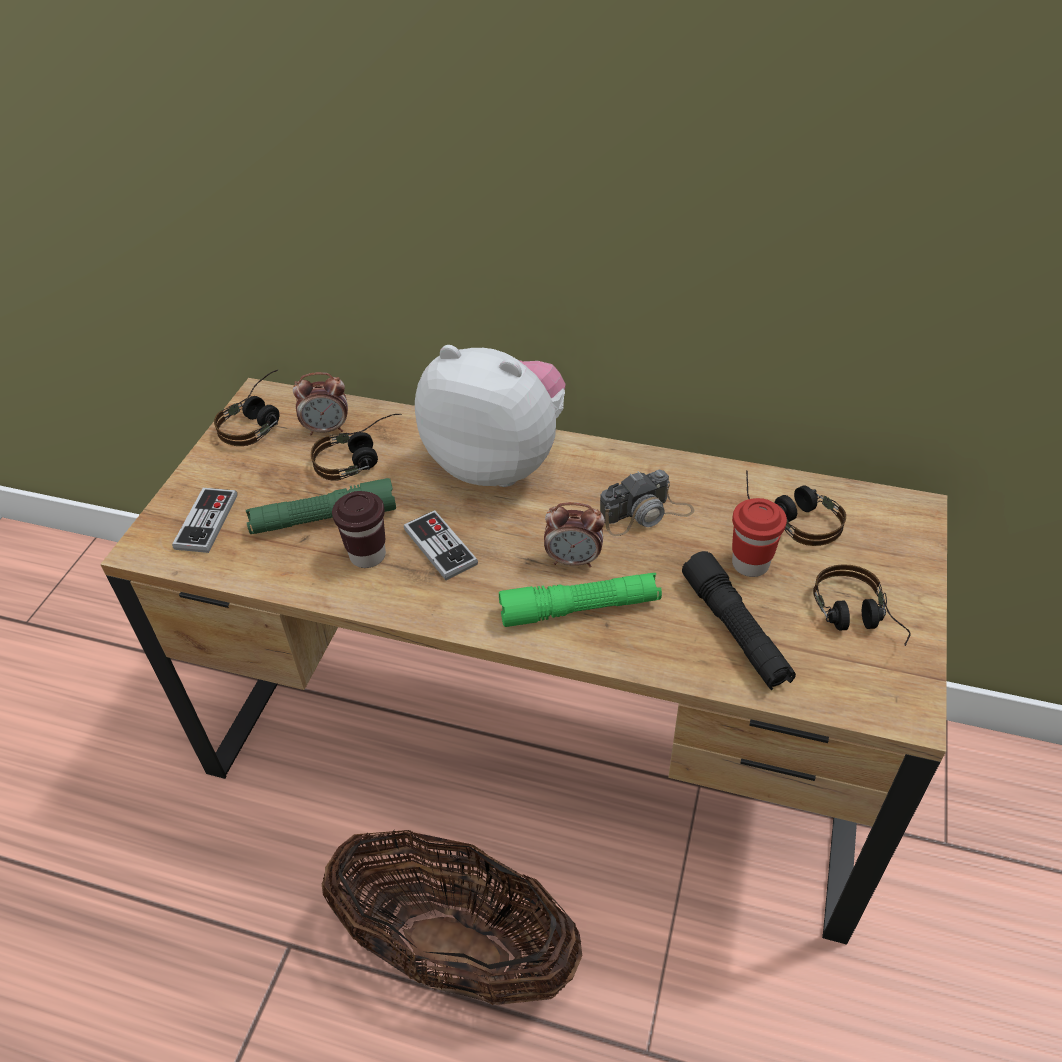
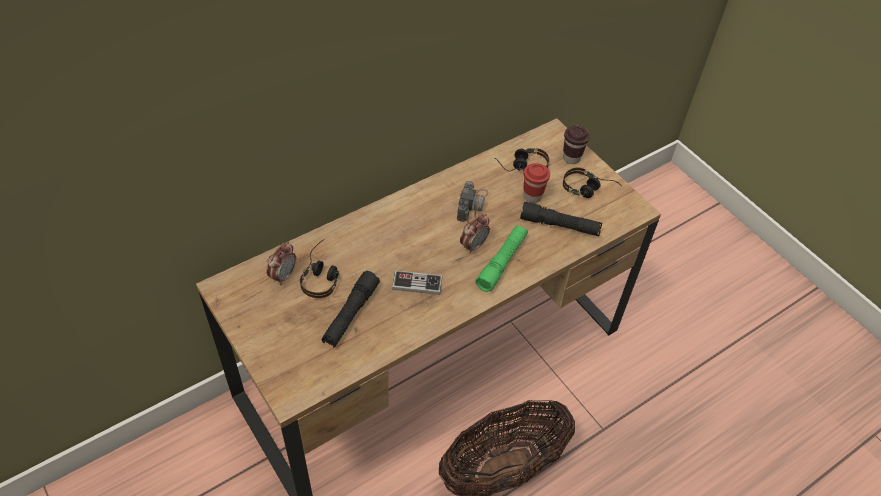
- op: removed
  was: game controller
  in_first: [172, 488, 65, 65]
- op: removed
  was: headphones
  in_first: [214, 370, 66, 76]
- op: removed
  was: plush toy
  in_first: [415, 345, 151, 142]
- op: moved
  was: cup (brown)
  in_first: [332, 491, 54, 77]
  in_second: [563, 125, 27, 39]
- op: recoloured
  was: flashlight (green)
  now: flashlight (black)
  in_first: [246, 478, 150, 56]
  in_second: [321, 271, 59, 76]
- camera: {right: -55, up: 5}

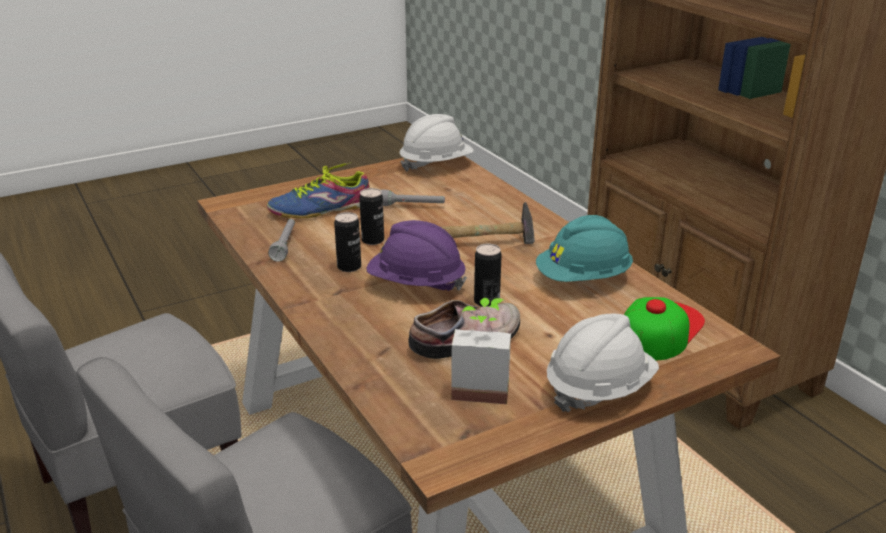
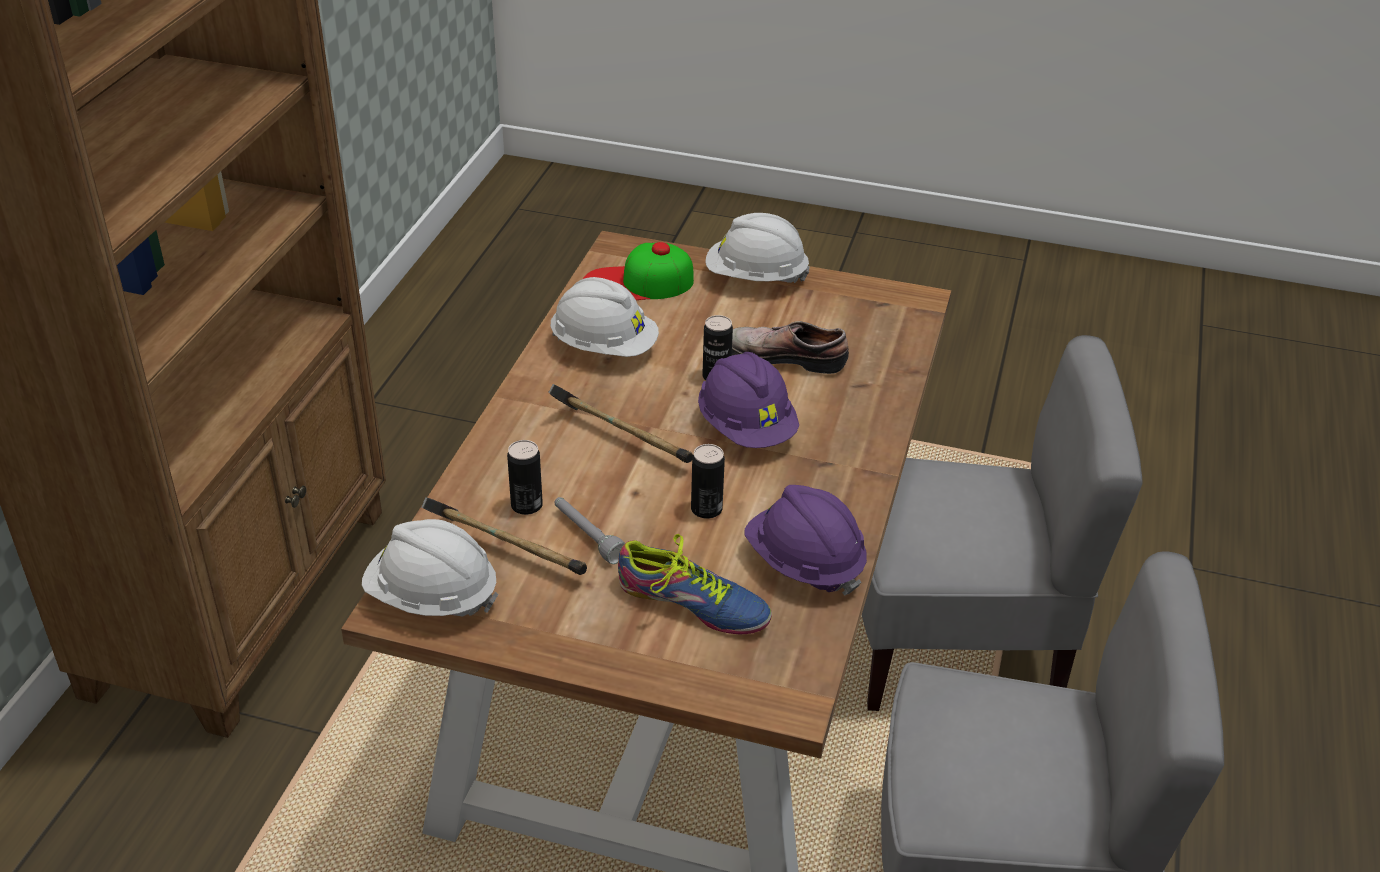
- op: removed
  was: potted plant
  in_first: [451, 298, 60, 106]
- op: added
  now: hammer
  in_second: [421, 497, 166, 78]
- op: moved
  was: can
  in_first: [334, 212, 27, 60]
  in_second: [507, 440, 36, 75]
- op: replaced
  was: flashlight (grey)
  now: hard hat (purple)
  in_first: [268, 219, 27, 43]
  in_second: [744, 485, 123, 111]
- op: recoloured
  was: hard hat (turquoise)
  now: hard hat (white)
  in_first: [536, 215, 97, 67]
  in_second: [550, 277, 109, 80]
- camera: {right: -135, up: 10}

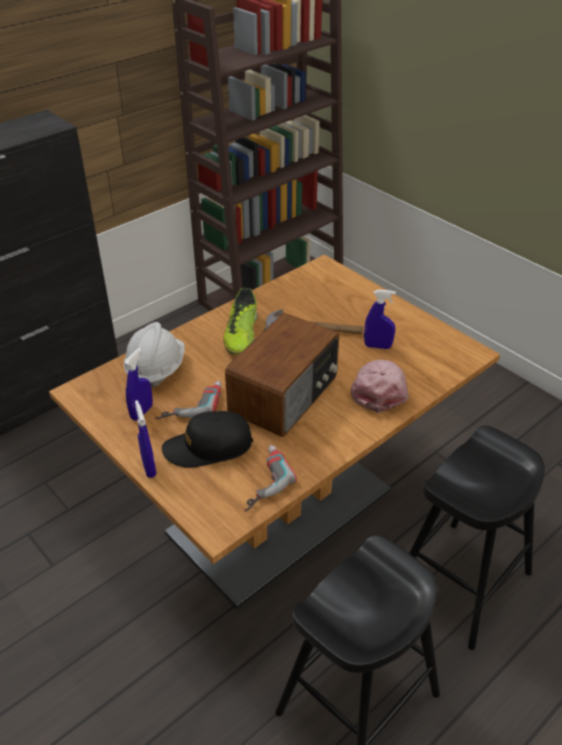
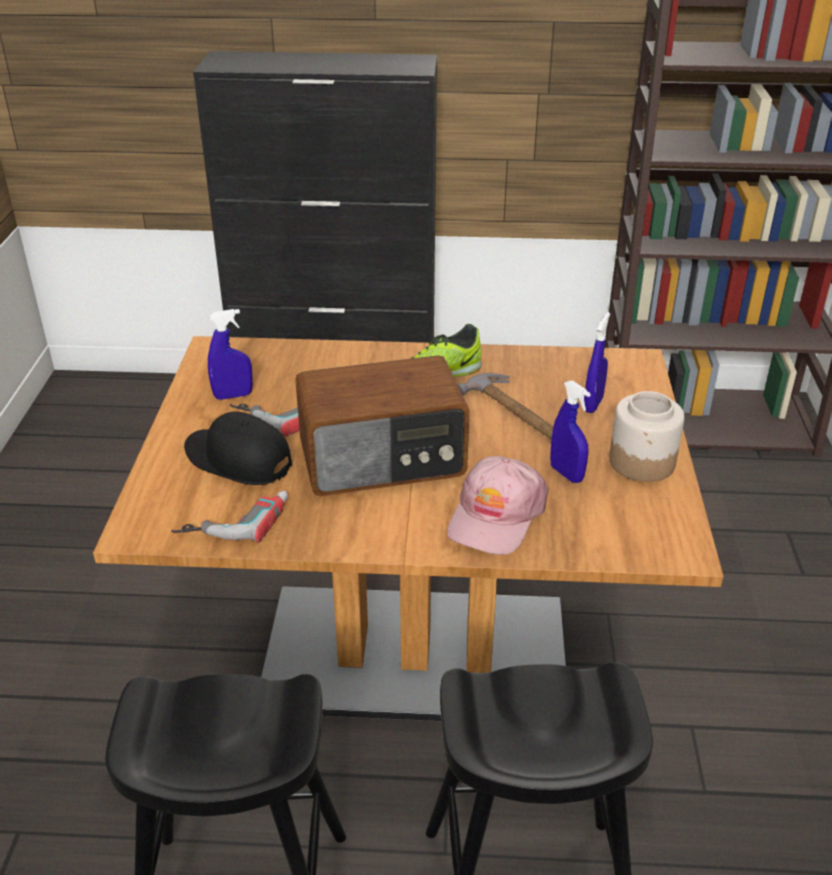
- op: removed
  was: hard hat (white)
  in_first: [124, 322, 60, 68]
- op: added
  now: jar
  in_second: [609, 391, 76, 91]
- op: moved
  was: spray bottle (blue)
  in_first: [135, 400, 22, 78]
  in_second: [584, 312, 26, 101]
- op: turned
  was: cap (pink)
  in_first: [351, 359, 58, 54]
  in_second: [447, 456, 102, 99]
  clockwise: 150
- camera: {right: 45, up: -5}

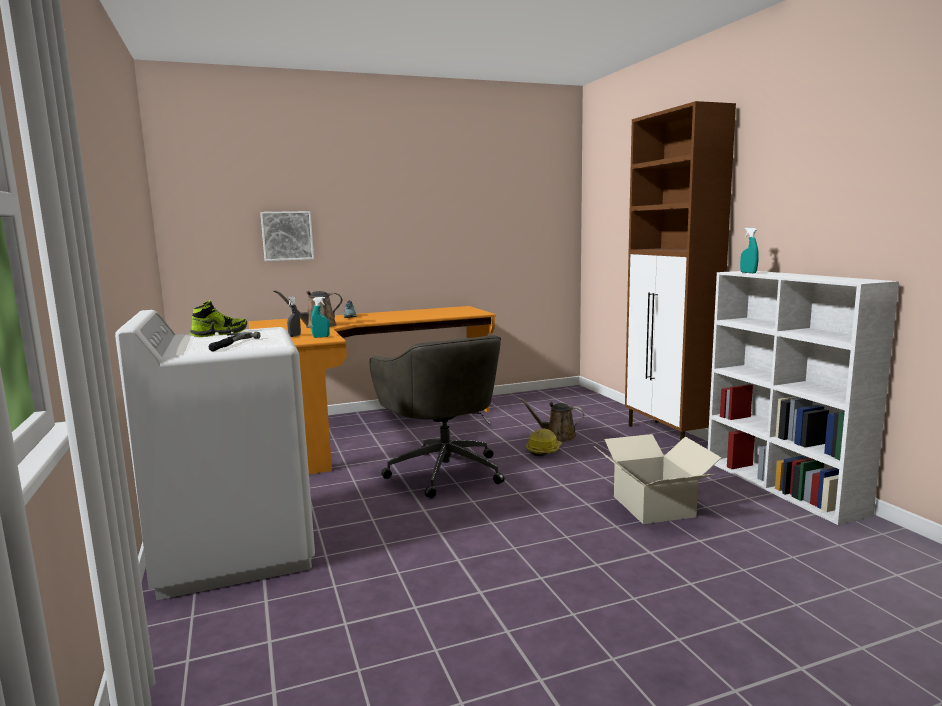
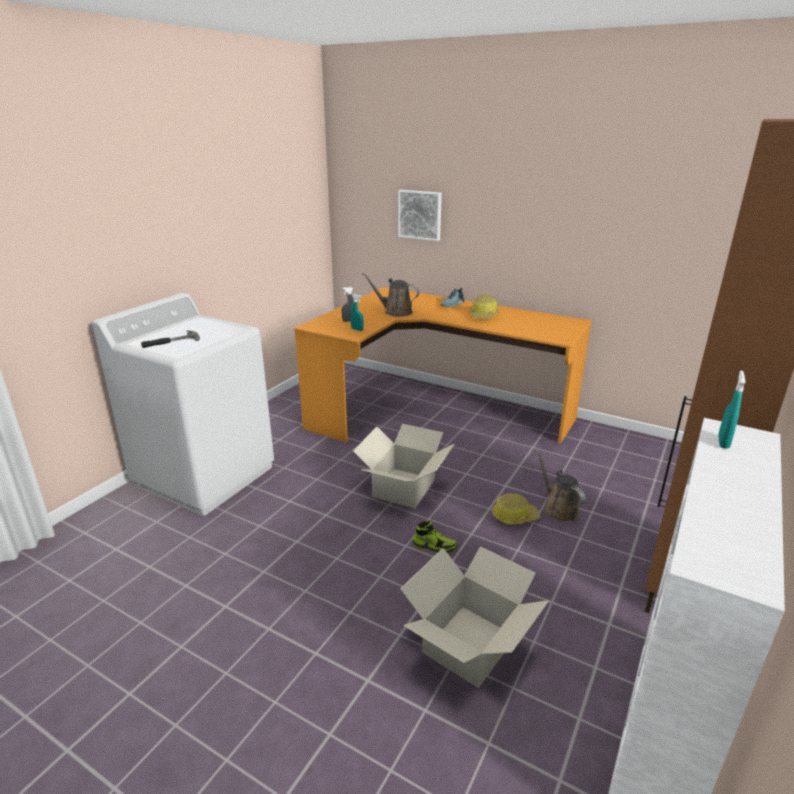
- op: added
  now: hard hat
  in_second: [470, 294, 29, 25]
- op: moved
  was: shoe
  in_first: [190, 300, 57, 37]
  in_second: [413, 520, 45, 33]
- op: replaced
  was: office chair (grey)
  now: cardboard box
  in_first: [369, 335, 136, 163]
  in_second: [353, 424, 102, 84]
- camera: {right: 50, up: 15}

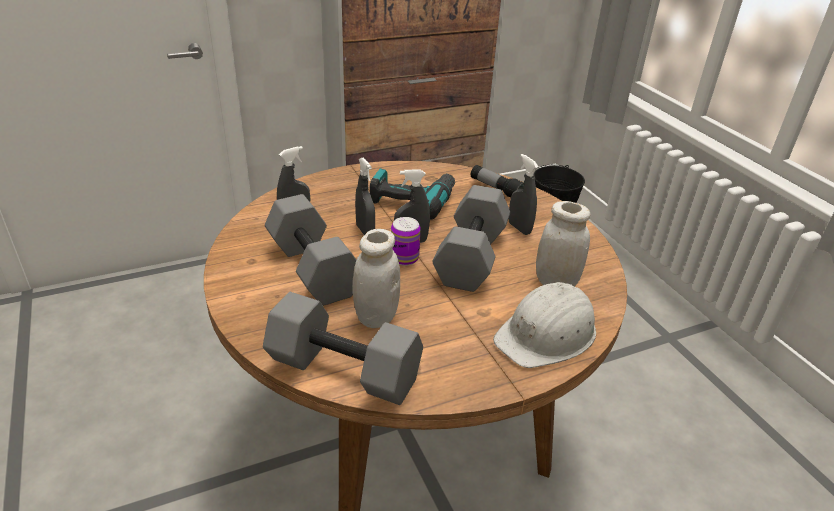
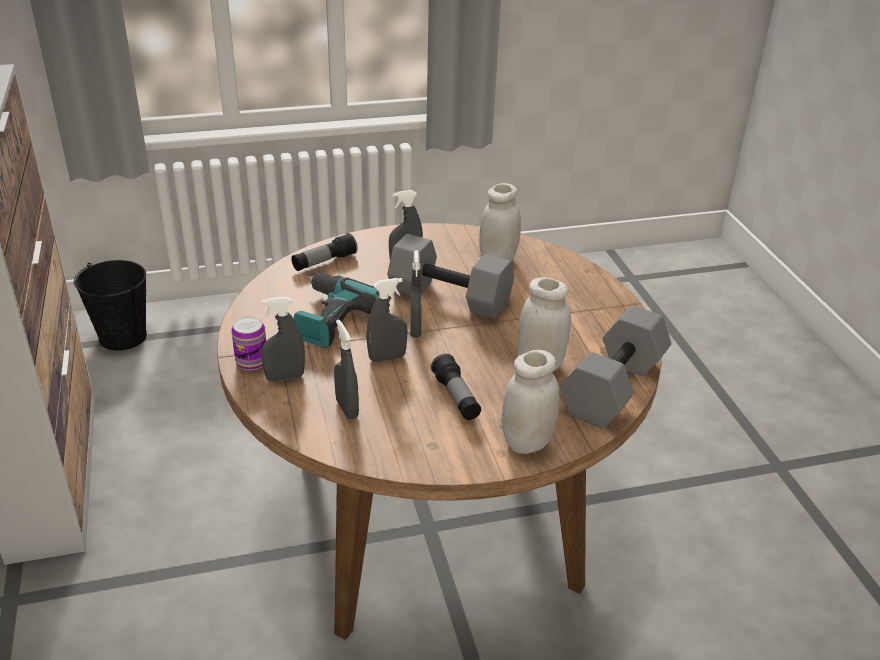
- op: removed
  was: hard hat (white)
  in_first: [493, 282, 103, 86]
- op: added
  now: spray bottle (grey)
  in_second: [261, 297, 44, 85]
- op: added
  now: jar (white)
  in_second: [502, 350, 57, 104]
- op: moved
  was: can
  in_first: [391, 217, 30, 49]
  in_second: [231, 316, 35, 54]
- op: replaced
  was: dumbbell (grey)
  now: flashlight
  in_first: [265, 194, 91, 112]
  in_second: [431, 354, 50, 66]
- camera: {right: -80, up: 0}

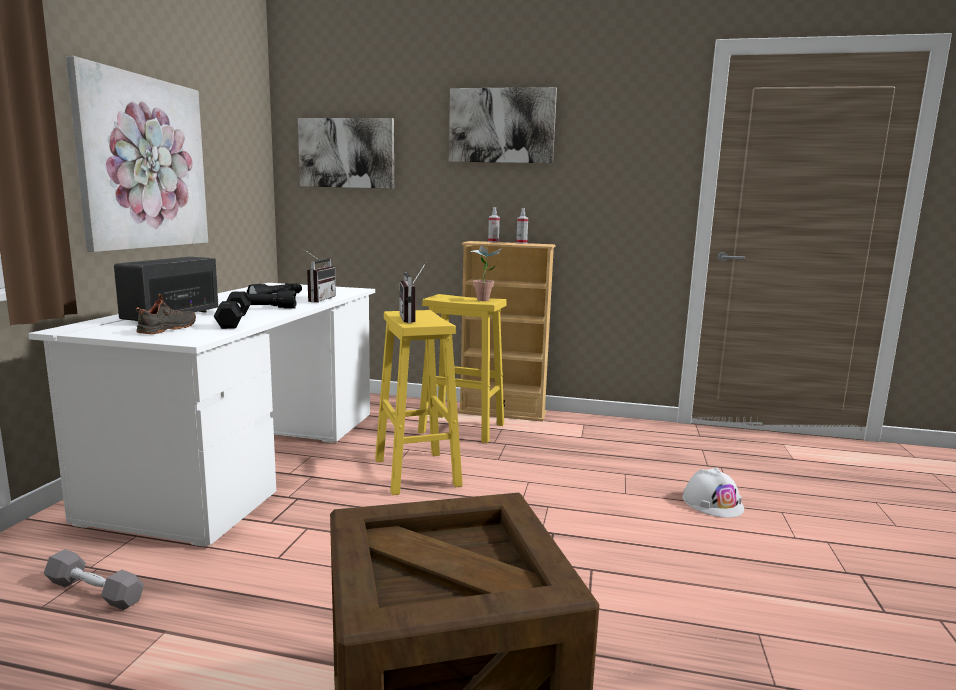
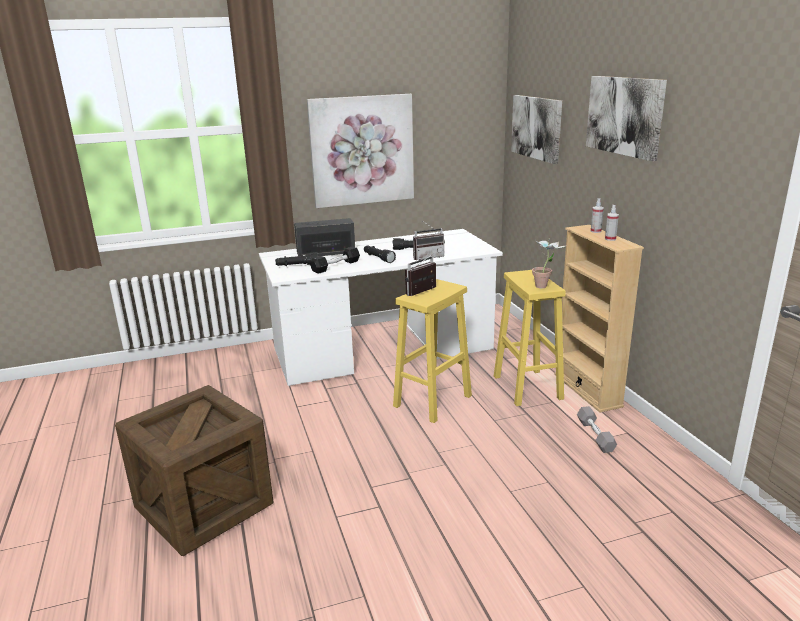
- op: removed
  was: hard hat (white)
  in_first: [682, 467, 62, 51]
- op: moved
  was: dumbbell (grey)
  in_first: [44, 549, 100, 61]
  in_second: [577, 406, 40, 47]
- op: replaced
  was: shoe (black)
  now: flashlight (black)
  in_first: [136, 294, 60, 40]
  in_second: [275, 252, 43, 14]
- camera: {right: 60, up: 10}

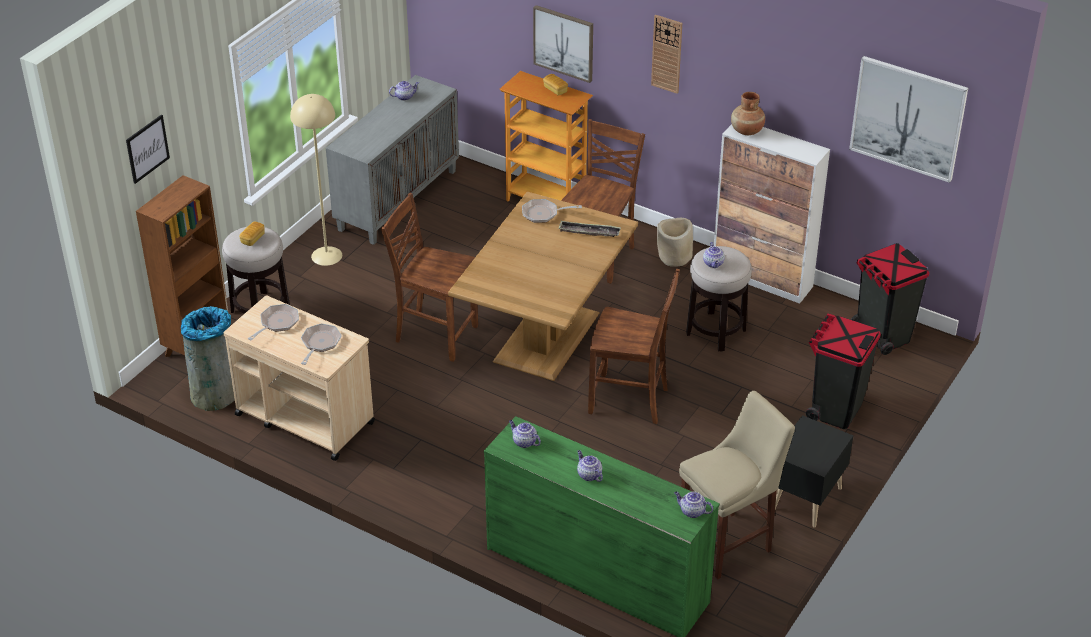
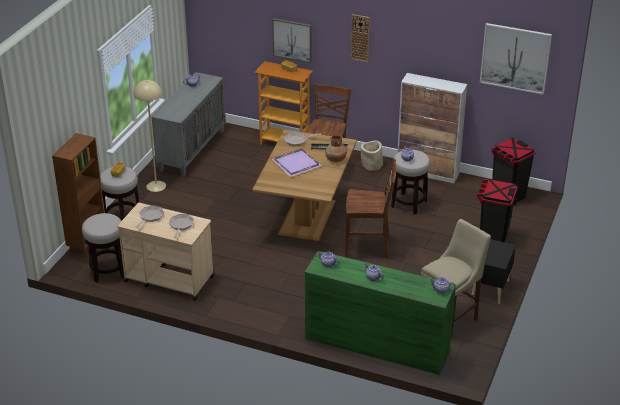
- op: removed
  was: picture
  in_first: [126, 115, 44, 69]
- op: removed
  was: chair (brown)
  in_first: [381, 193, 97, 169]
- op: added
  now: tray (purple)
  in_second: [271, 148, 51, 29]
- op: moved
  was: vase (brown)
  in_first: [731, 92, 34, 43]
  in_second: [325, 135, 22, 27]
- op: replaced
  was: trash can (grey)
  now: stool
  in_first: [181, 306, 54, 105]
  in_second: [82, 213, 42, 70]
- camera: {right: -10, up: -5}

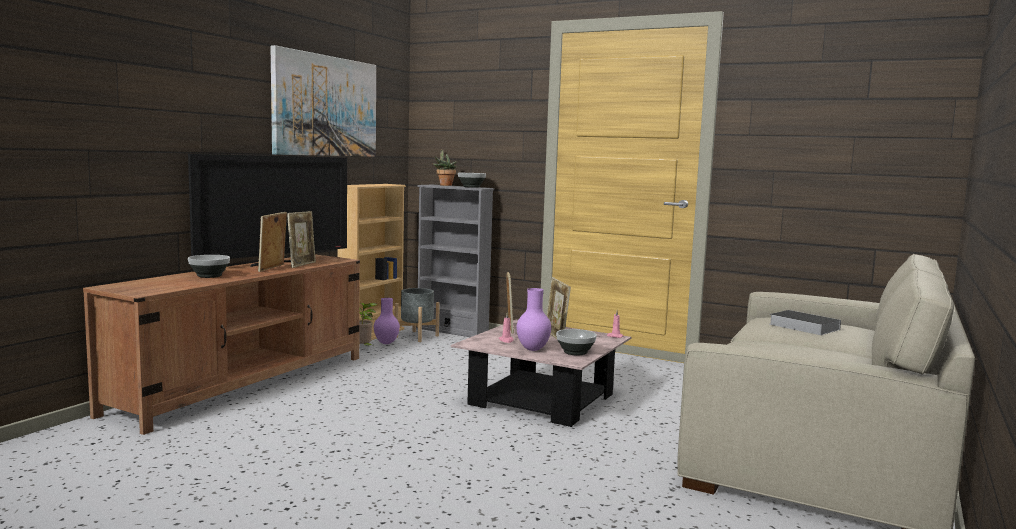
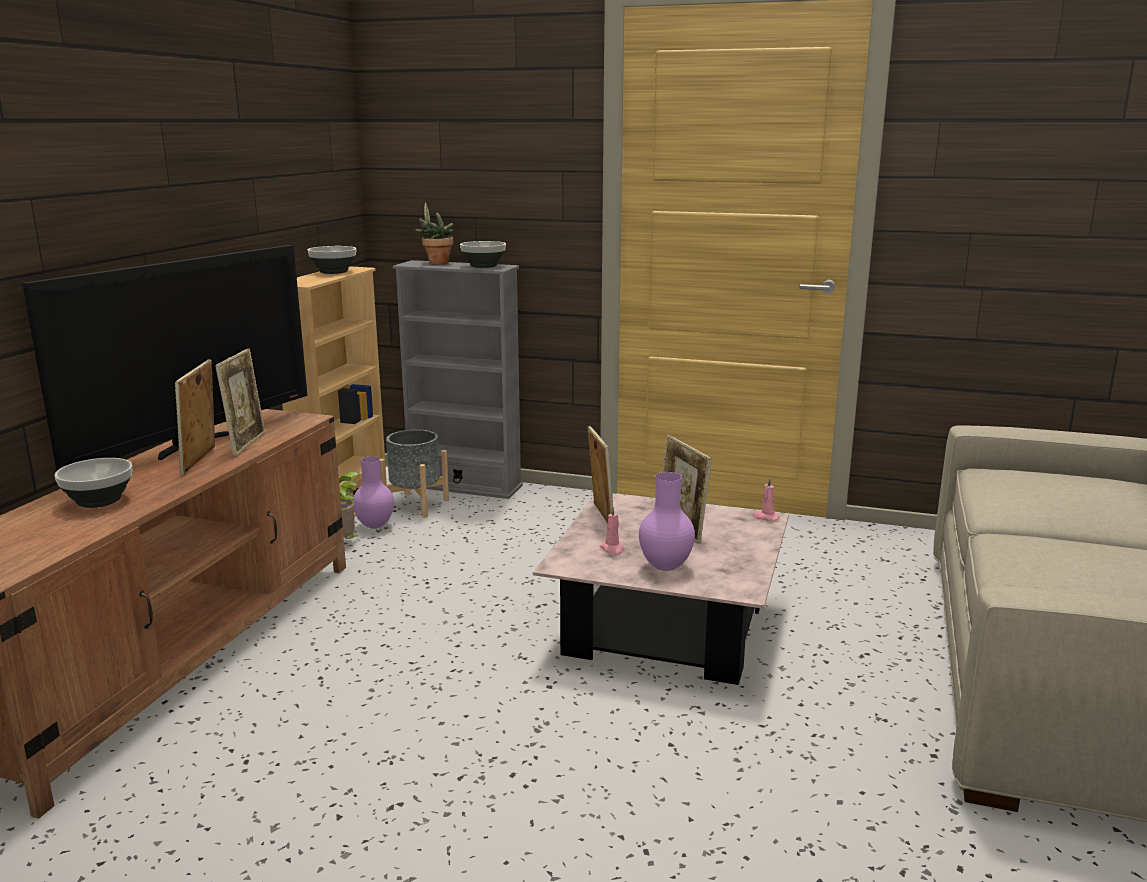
- op: removed
  was: picture
  in_first: [271, 45, 105, 112]
- op: removed
  was: book
  in_first: [769, 310, 72, 25]
- op: moved
  was: bowl
  in_first: [556, 329, 41, 27]
  in_second: [308, 246, 48, 28]
- camera: {right: -10, up: 10}

